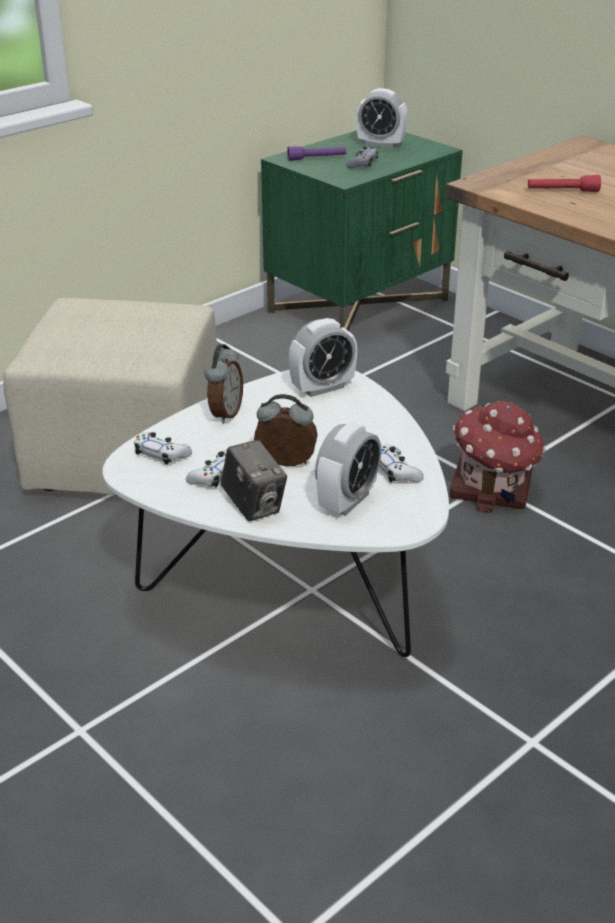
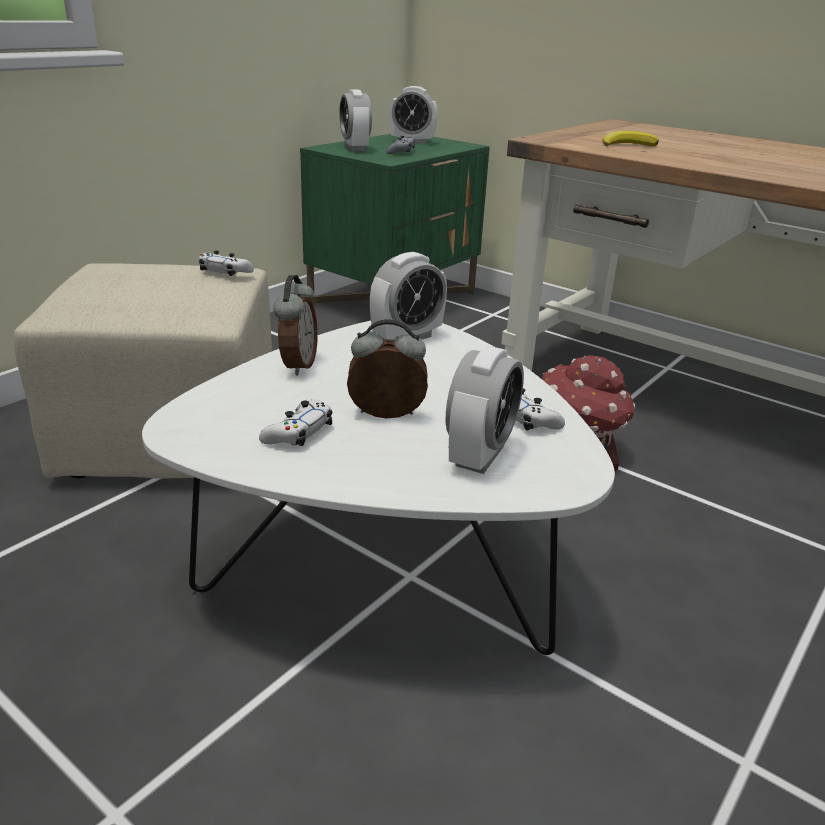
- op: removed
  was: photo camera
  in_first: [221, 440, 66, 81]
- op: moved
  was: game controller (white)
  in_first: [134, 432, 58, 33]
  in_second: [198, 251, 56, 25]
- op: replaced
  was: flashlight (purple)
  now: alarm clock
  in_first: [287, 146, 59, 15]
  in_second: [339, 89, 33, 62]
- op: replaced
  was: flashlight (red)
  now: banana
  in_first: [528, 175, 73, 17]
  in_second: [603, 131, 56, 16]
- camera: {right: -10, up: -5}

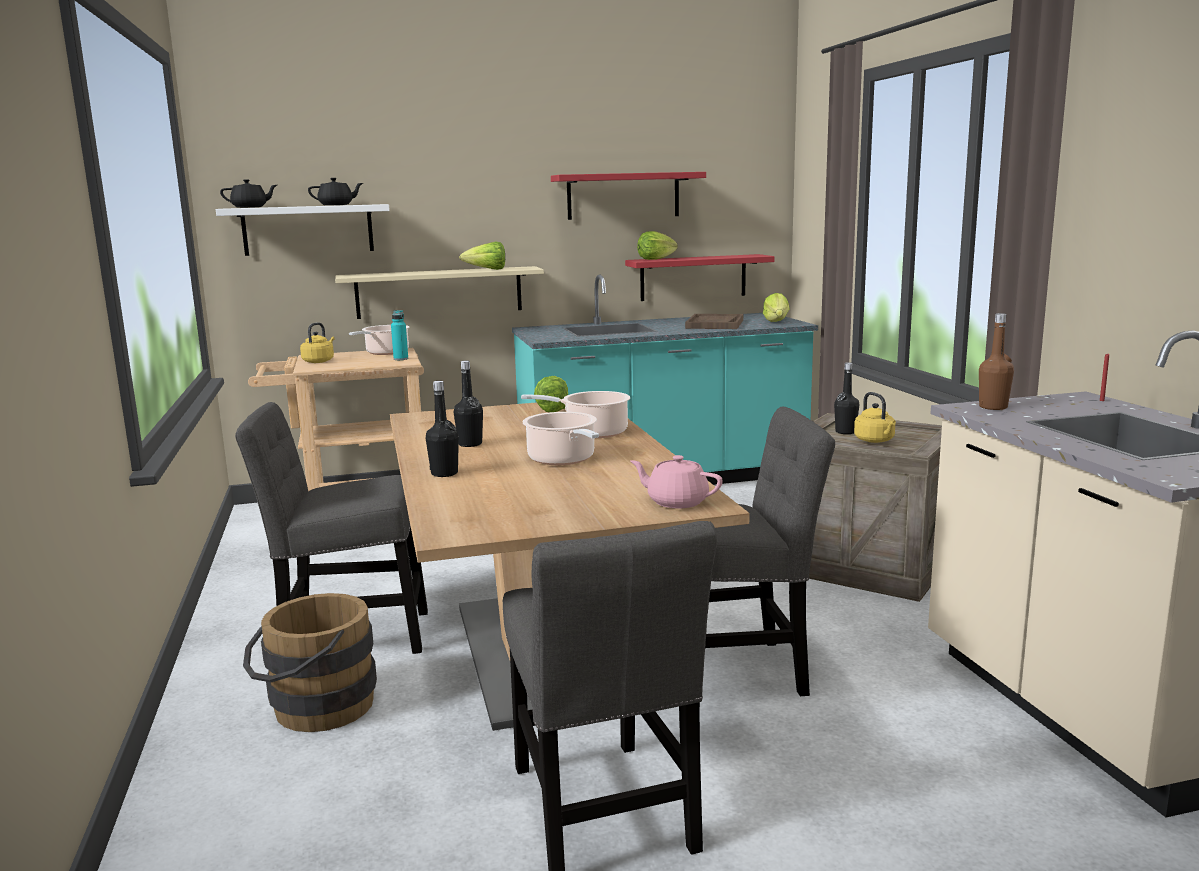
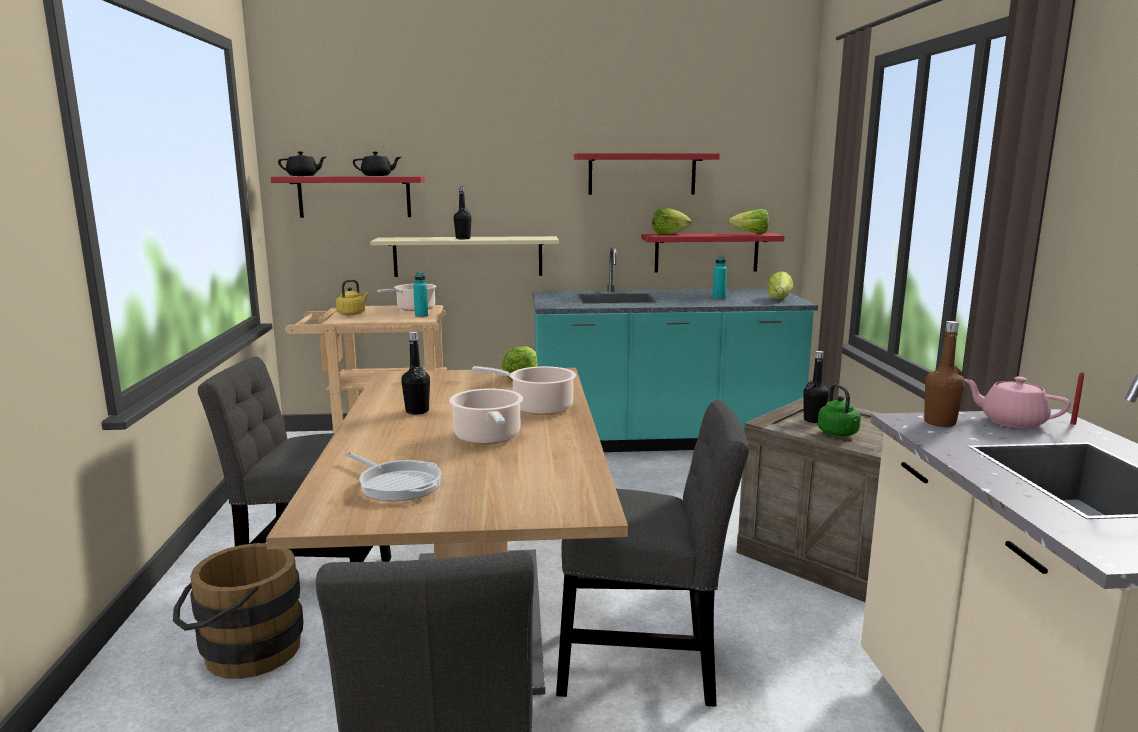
- op: added
  now: frying pan
  in_second: [345, 452, 96, 49]
- op: moved
  was: bottle (black)
  in_first: [426, 381, 33, 96]
  in_second: [454, 186, 17, 53]
- op: moved
  was: lettuce
  in_first: [459, 242, 46, 28]
  in_second: [728, 209, 41, 25]
- op: moved
  was: teapot (pink)
  in_first: [630, 455, 93, 53]
  in_second: [965, 377, 106, 51]
- op: replaced
  was: tray (brown)
  now: bottle (turquoise)
  in_first: [685, 314, 58, 15]
  in_second: [712, 256, 15, 44]
- op: recoloured
  was: shelf (white)
  now: shelf (red)
  in_first: [216, 204, 174, 52]
  in_second: [271, 176, 154, 42]
- op: recoloured
  was: kettle (yellow)
  now: kettle (green)
  in_first: [854, 392, 42, 51]
  in_second: [818, 384, 43, 52]
- camera: {right: 10, up: 0}

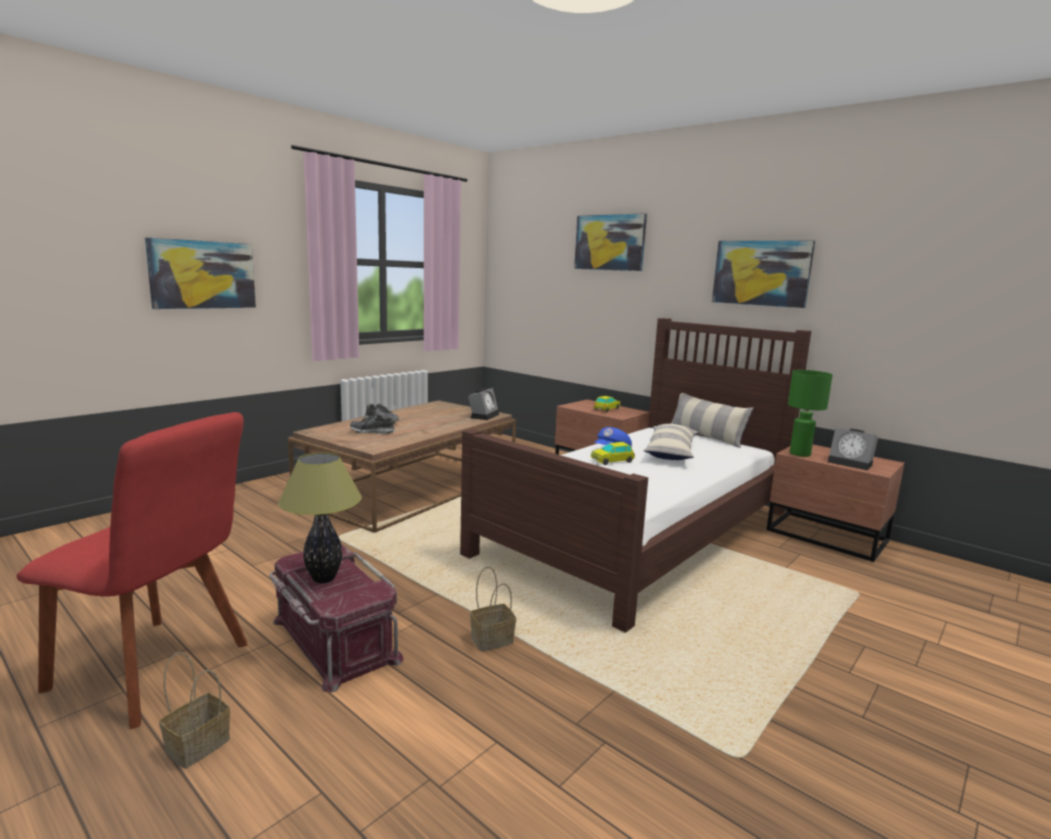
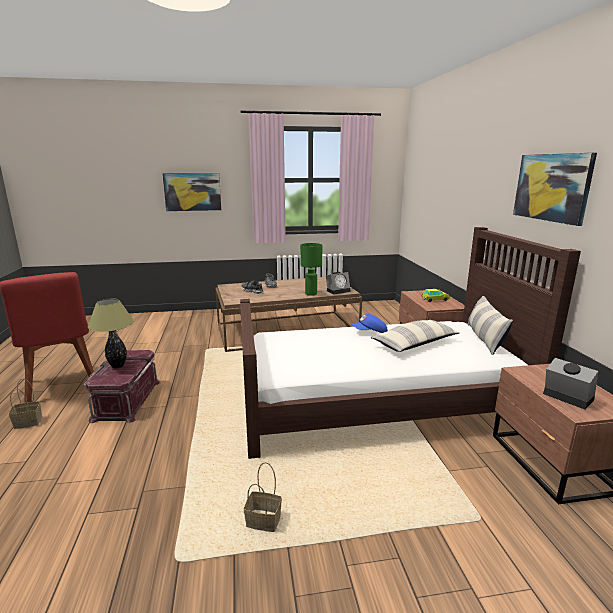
- op: removed
  was: picture
  in_first: [574, 213, 73, 58]
- op: removed
  was: toy car
  in_first: [591, 442, 44, 23]
- op: moved
  was: basket
  in_first: [470, 567, 46, 84]
  in_second: [244, 462, 38, 70]
- op: moved
  was: table lamp (green)
  in_first: [788, 370, 45, 87]
  in_second: [300, 243, 22, 53]
- op: turned
  was: alarm clock
  in_first: [828, 428, 50, 42]
  in_second: [543, 358, 55, 51]
  clockwise: 150
- camera: {right: 40, up: 5}

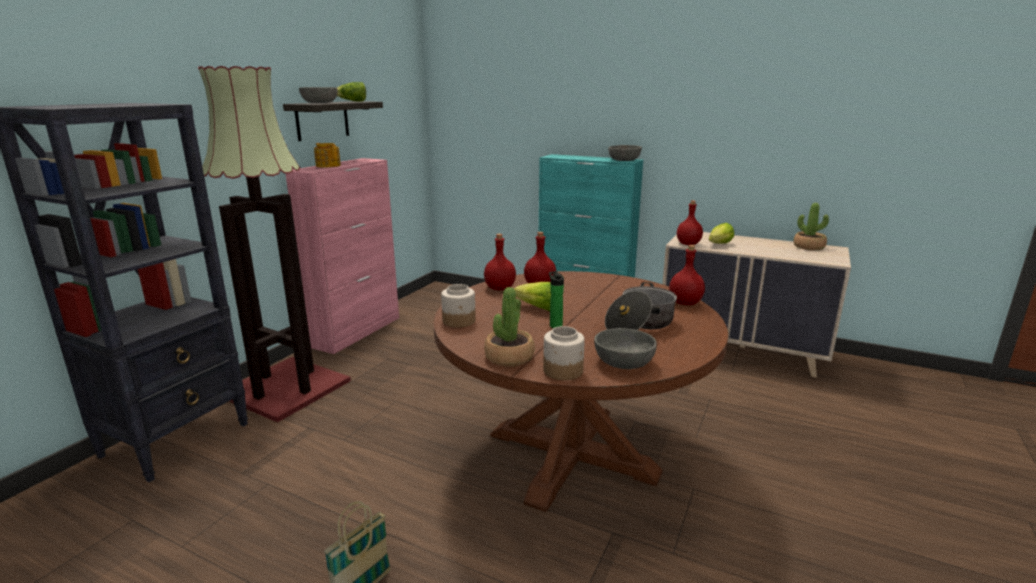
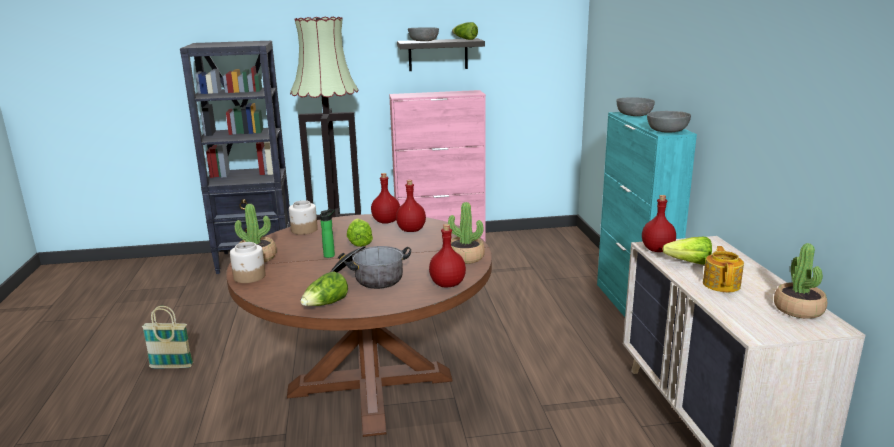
- op: added
  now: lettuce
  in_second: [300, 272, 48, 34]
- op: added
  now: potted plant
  in_second: [448, 202, 37, 62]
- op: moved
  was: teapot
  in_first: [314, 143, 27, 24]
  in_second: [703, 246, 41, 46]
- op: moved
  was: bowl (grey)
  in_first: [594, 328, 63, 41]
  in_second: [616, 97, 39, 19]
- camera: {right: 55, up: 0}

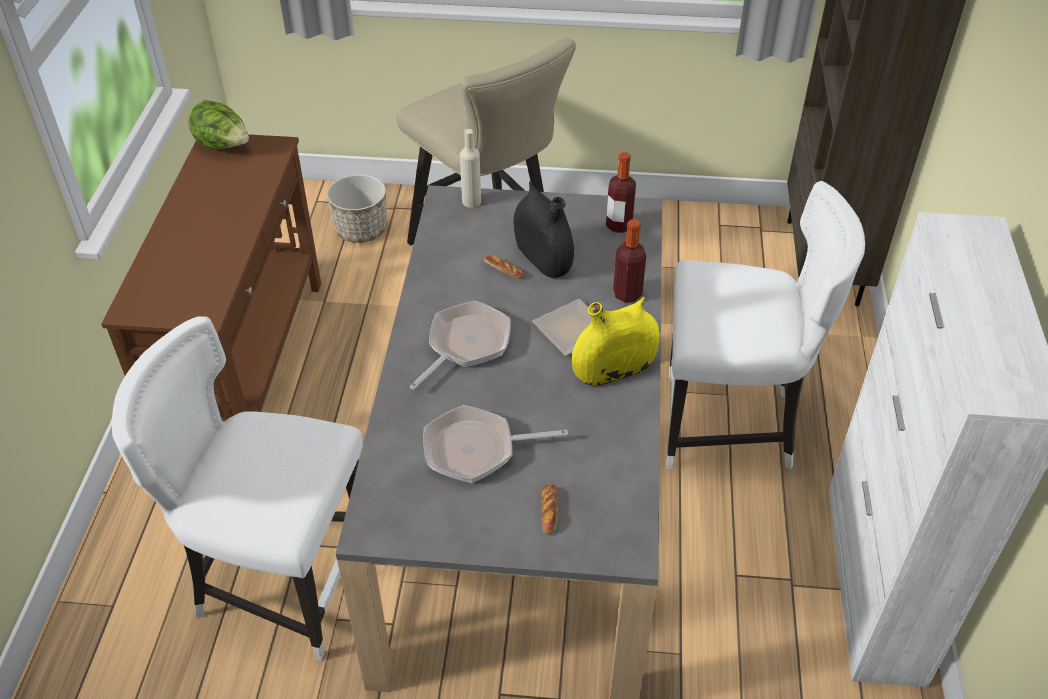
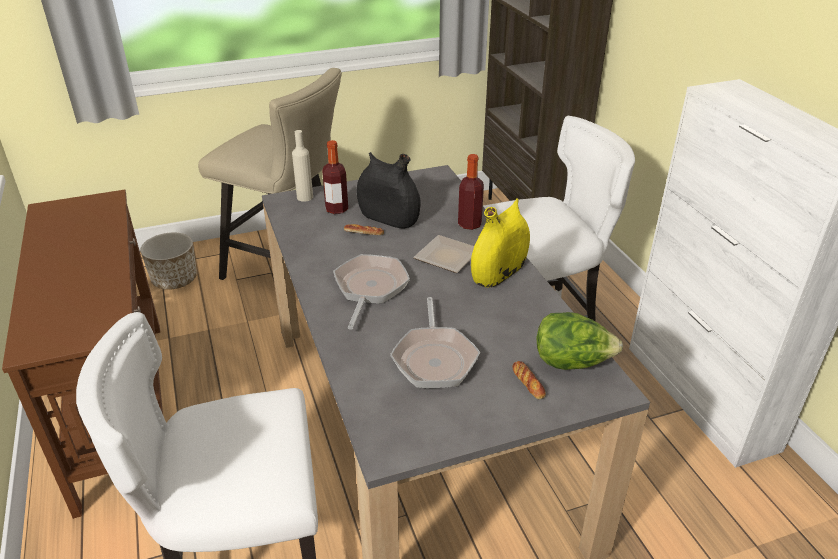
- op: moved
  was: lettuce
  in_first: [188, 100, 61, 49]
  in_second: [536, 312, 87, 58]
- op: moved
  was: bottle
  in_first: [606, 152, 30, 81]
  in_second: [322, 140, 26, 74]
- op: turned
  was: frying pan
  in_first: [423, 405, 145, 78]
  in_second: [390, 297, 90, 91]
  clockwise: -60
- camera: {right: -25, up: -10}

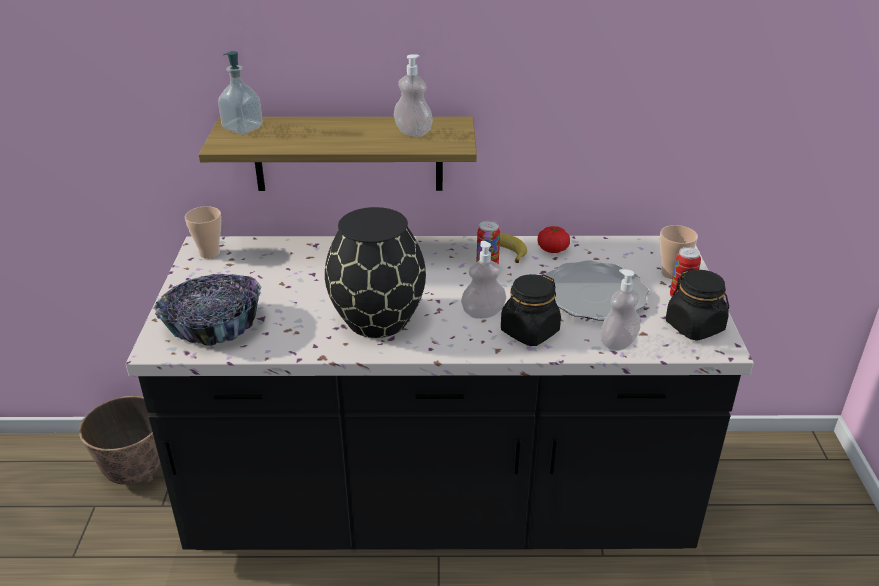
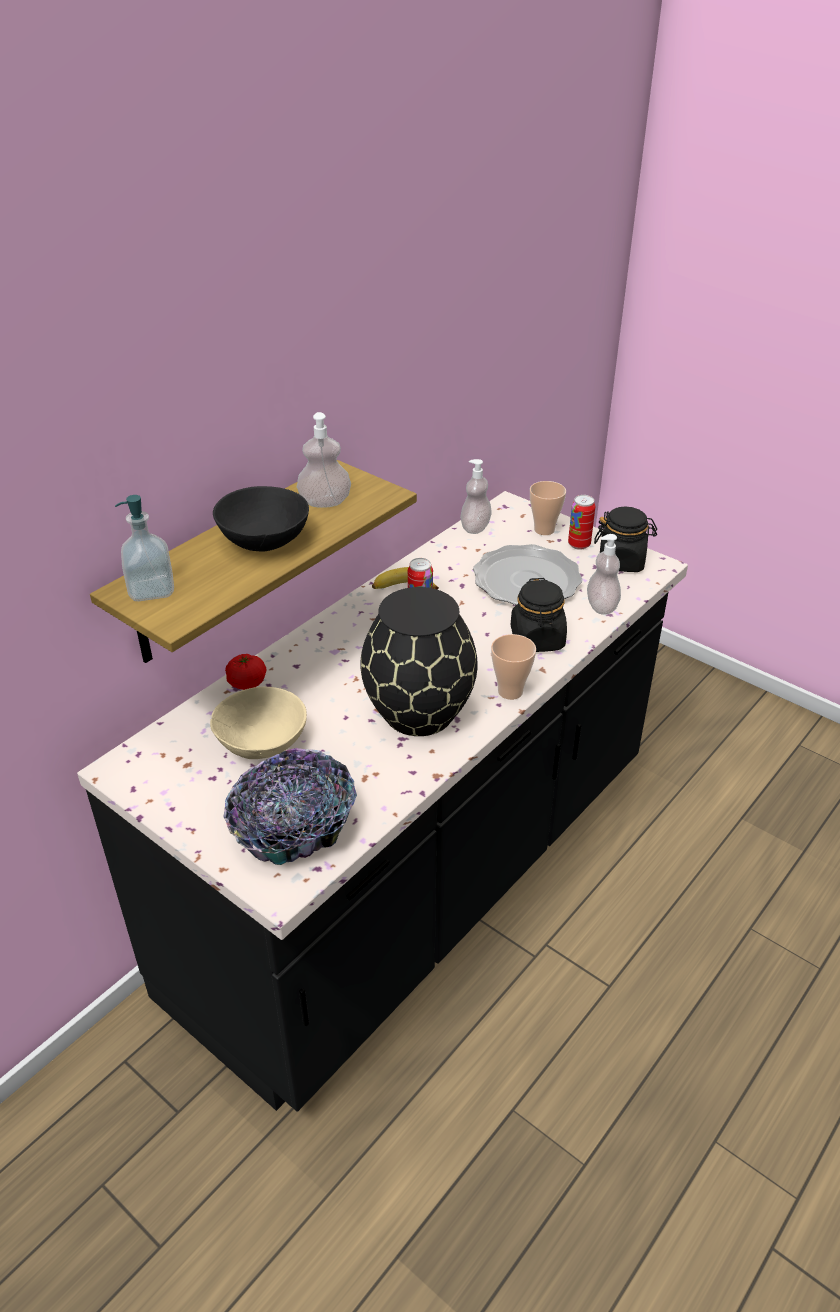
- op: removed
  was: planter
  in_first: [79, 396, 81, 89]
- op: added
  now: bowl (beige)
  in_second: [210, 687, 97, 72]
- op: added
  now: bowl (black)
  in_second: [213, 486, 96, 66]
- op: moved
  was: cup
  in_first: [185, 206, 36, 53]
  in_second: [491, 634, 45, 66]
- op: moved
  was: soap dispenser
  in_first: [461, 241, 45, 78]
  in_second: [460, 459, 32, 75]
- op: moved
  was: tomato
  in_first: [538, 226, 32, 27]
  in_second: [225, 654, 41, 36]
- camera: {right: -50, up: 5}

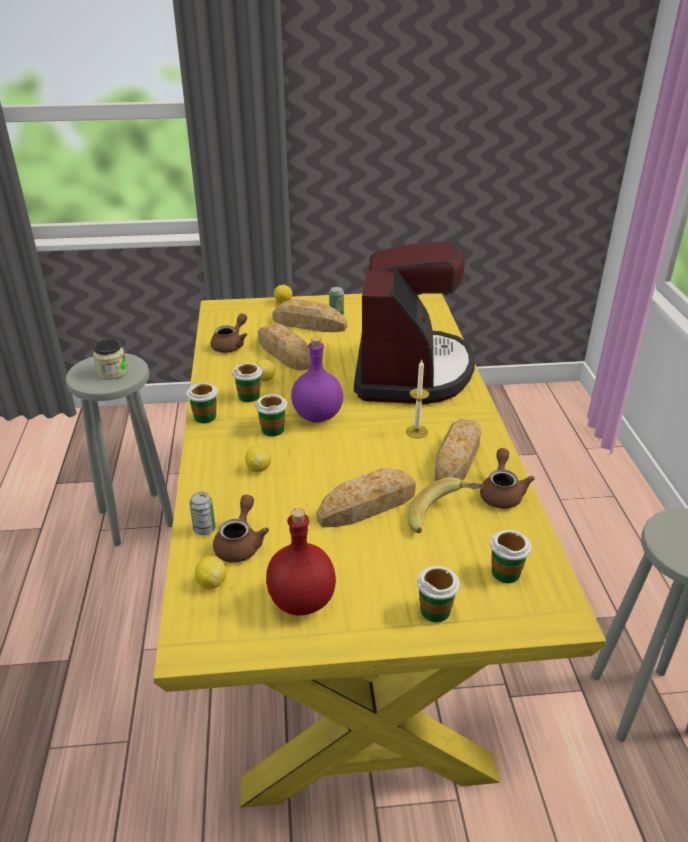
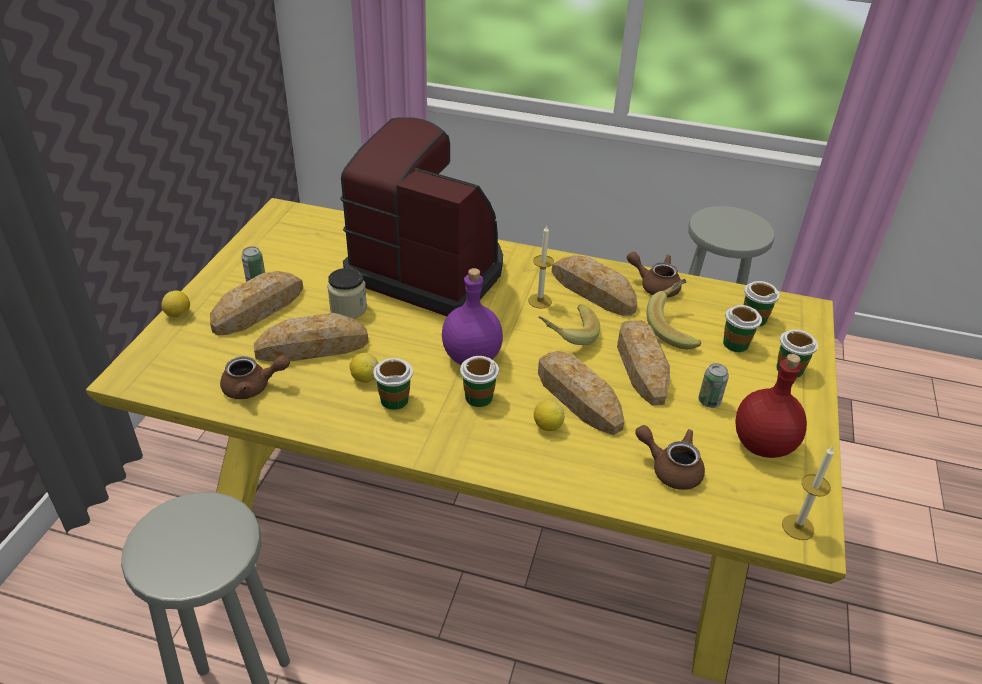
- op: removed
  was: lemon
  in_first: [195, 556, 32, 33]
- op: added
  now: banana
  in_second: [538, 304, 62, 41]
- op: added
  now: bread
  in_second: [538, 351, 87, 84]
- op: added
  now: candle
  in_second: [782, 446, 52, 94]
- op: moved
  was: jar
  in_first: [93, 339, 34, 41]
  in_second: [328, 268, 39, 51]
- op: moved
  was: cup
  in_first: [187, 382, 31, 41]
  in_second: [723, 305, 39, 47]
- op: moved
  was: can
  in_first: [189, 492, 27, 43]
  in_second: [698, 363, 31, 45]
- op: turned
  was: teapot (brown)
  in_first: [211, 313, 36, 40]
  in_second: [220, 355, 70, 44]
  clockwise: 120
- camera: {right: -70, up: 5}

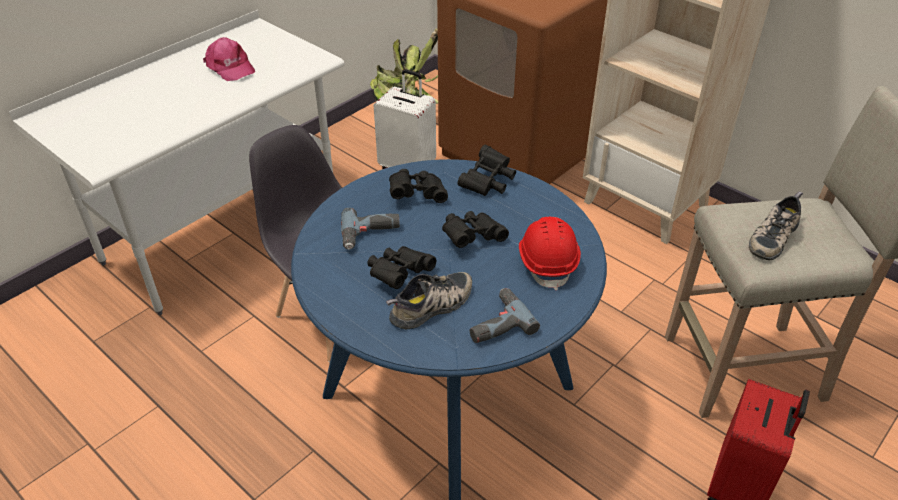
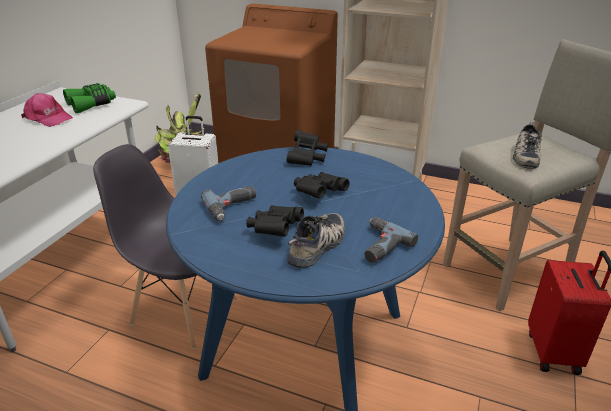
- op: removed
  was: binoculars (black)
  in_first: [389, 169, 59, 34]
- op: removed
  was: hard hat (red)
  in_first: [519, 217, 62, 73]
- op: added
  now: binoculars (green)
  in_second: [63, 83, 53, 30]
- camera: {right: -20, up: -10}

